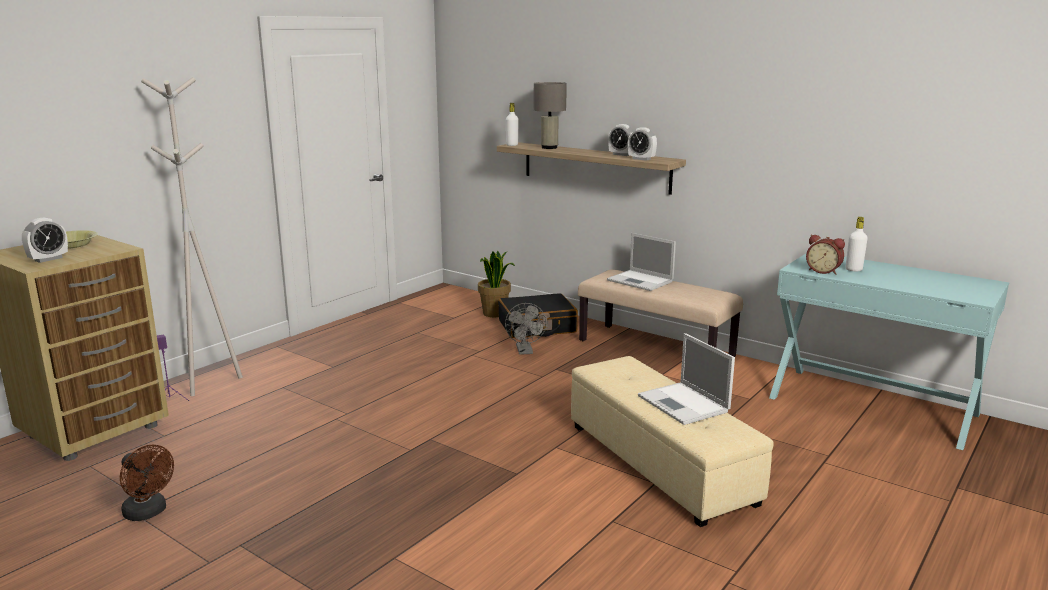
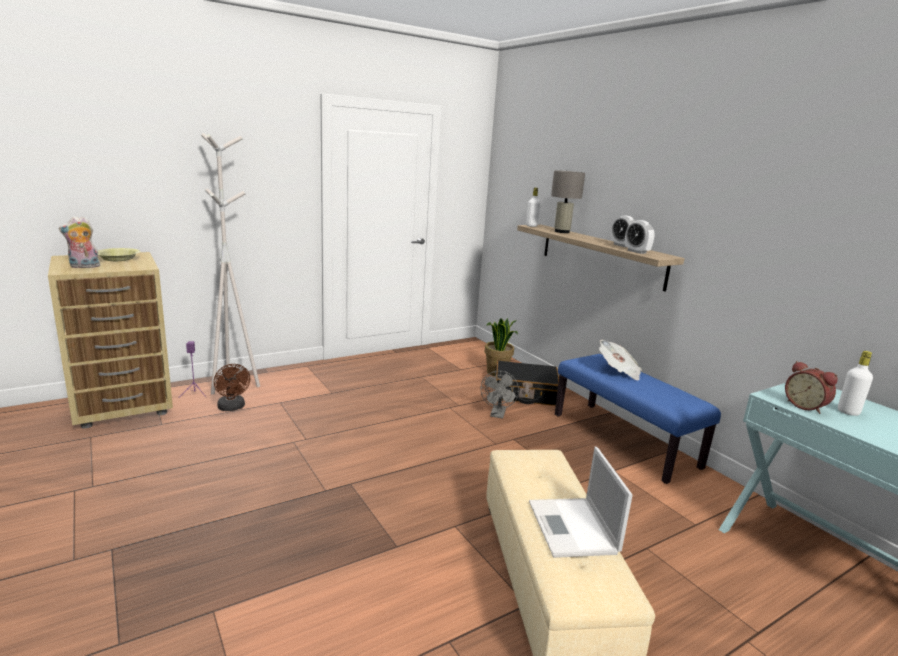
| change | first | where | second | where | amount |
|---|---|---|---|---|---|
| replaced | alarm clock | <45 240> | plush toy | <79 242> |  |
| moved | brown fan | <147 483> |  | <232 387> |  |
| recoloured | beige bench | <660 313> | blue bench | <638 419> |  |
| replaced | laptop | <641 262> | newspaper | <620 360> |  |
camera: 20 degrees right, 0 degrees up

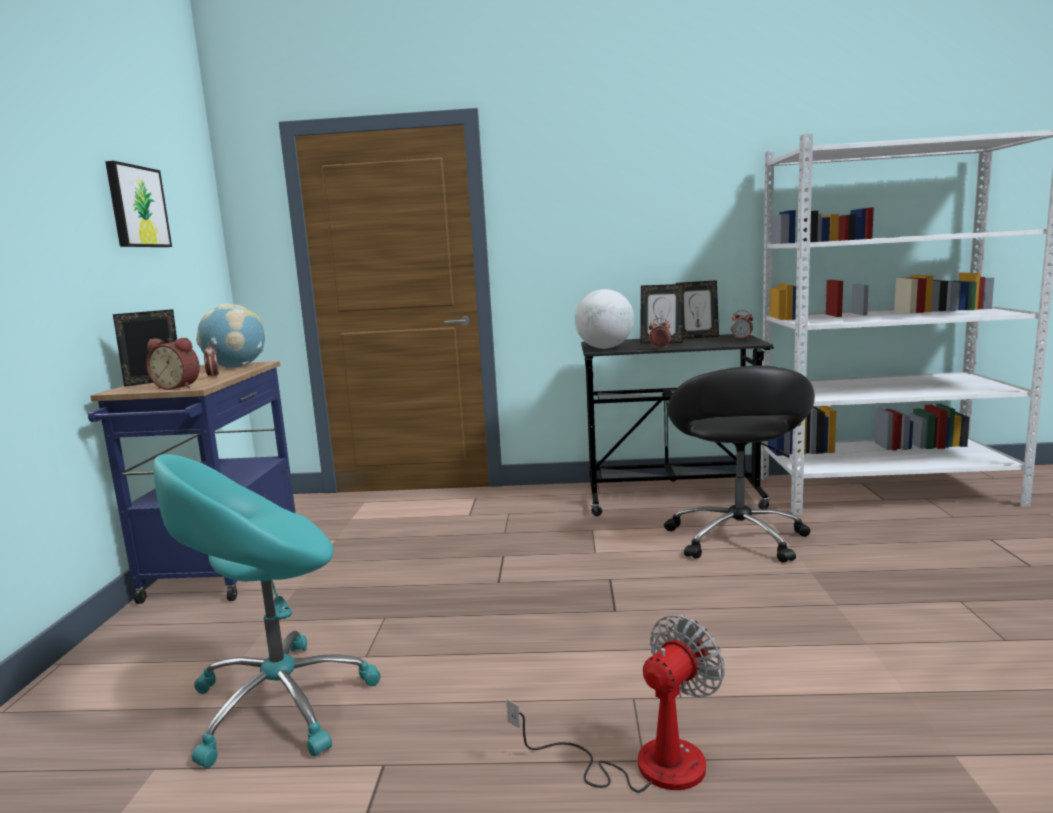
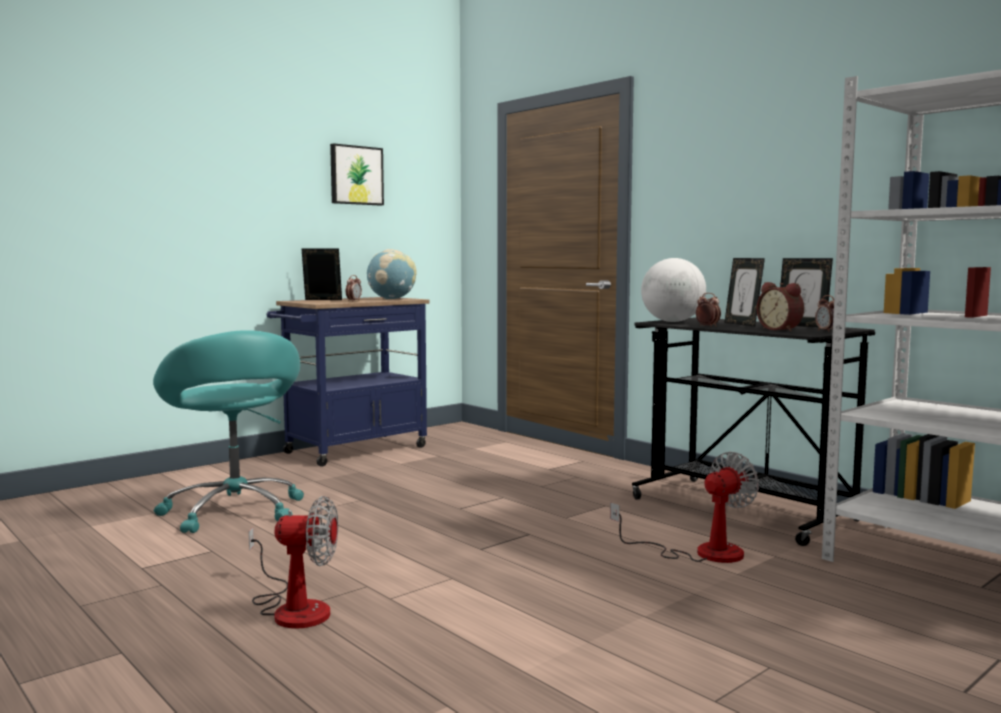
| change | first | where | second | where | amount |
|---|---|---|---|---|---|
| turned | turquoise office chair | <267 611> |  | <228 431> | 135 degrees counterclockwise |
| replaced | black office chair | <739 464> | fan | <684 507> |  |
| moved | alarm clock | <173 364> |  | <780 306> |  |
camera: 45 degrees right, 5 degrees down

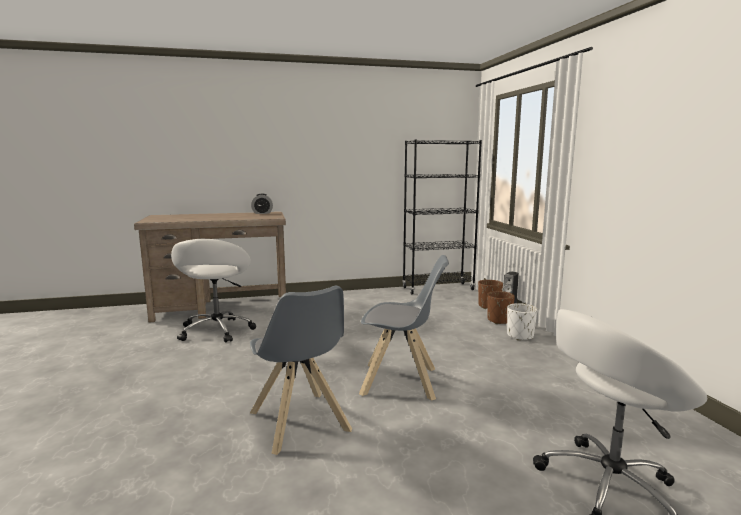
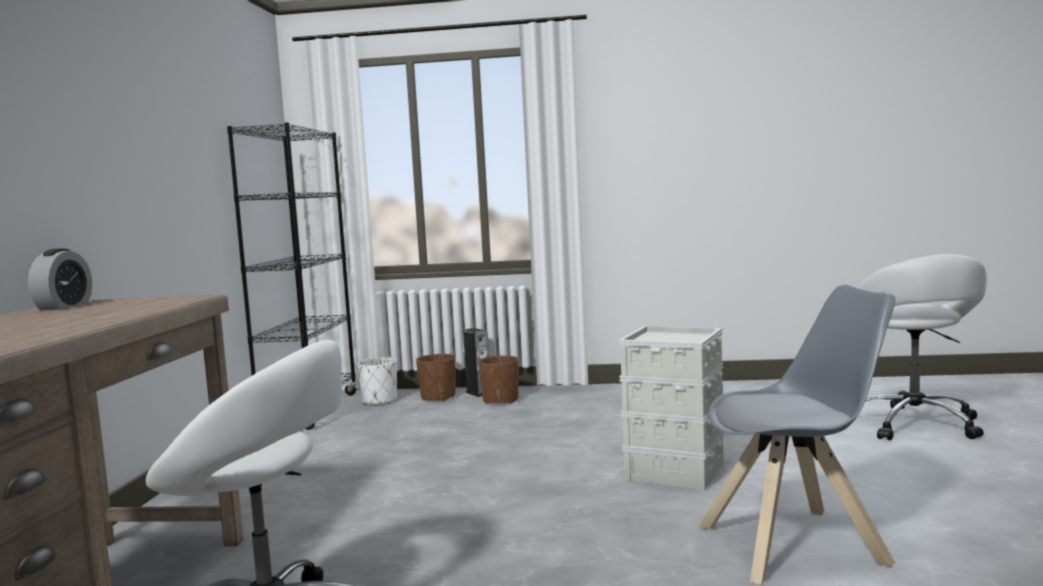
| change | first | where | second | where | amount |
|---|---|---|---|---|---|
| moved | white planter | <522 321> |  | <377 381> |  |
| replaced | grey chair | <404 328> | grey storage box | <671 408> |  |
camera: 70 degrees left, 5 degrees down

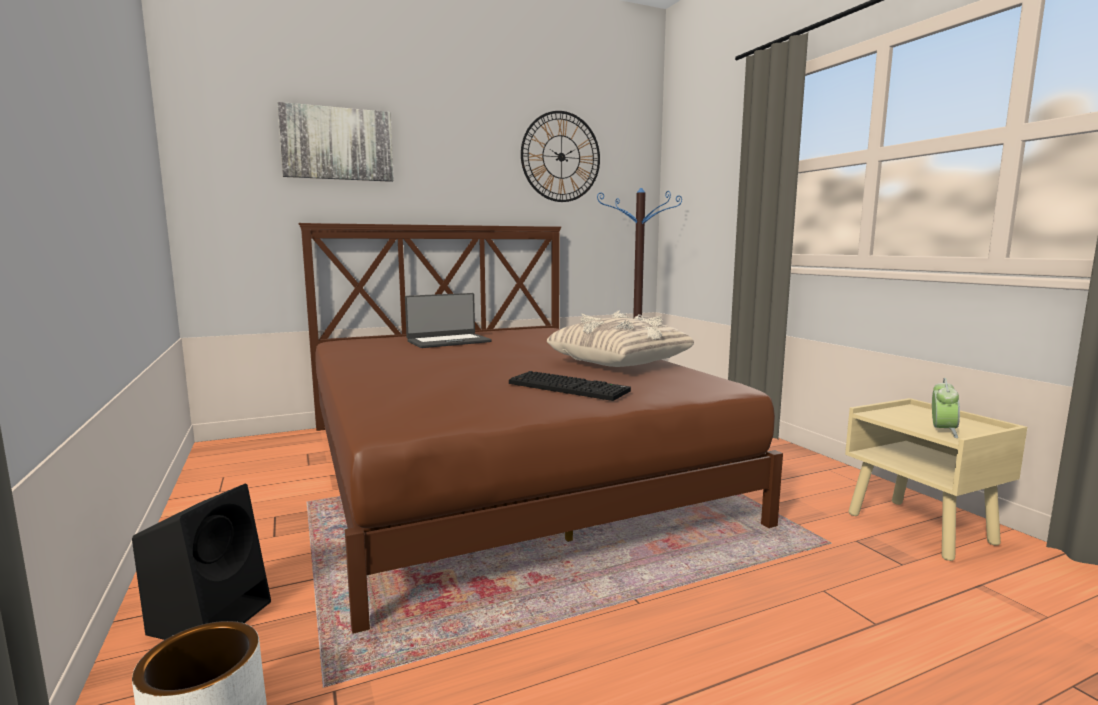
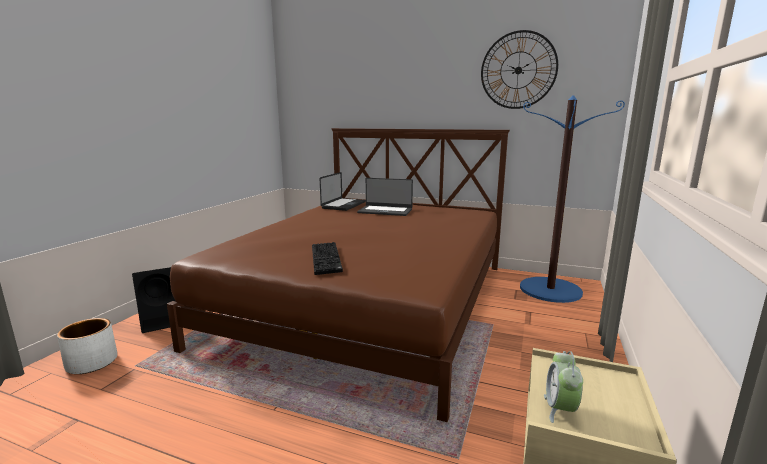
| change | first | where | second | where | amount |
|---|---|---|---|---|---|
| added |  |  | laptop | <343 191> |  |
| turned | alarm clock | <946 408> |  | <563 387> | 120 degrees clockwise |
| removed | picture | <335 142> |  |  |  |
| removed | beige pillow | <620 338> |  |  |  |
camera: 45 degrees right, 5 degrees up

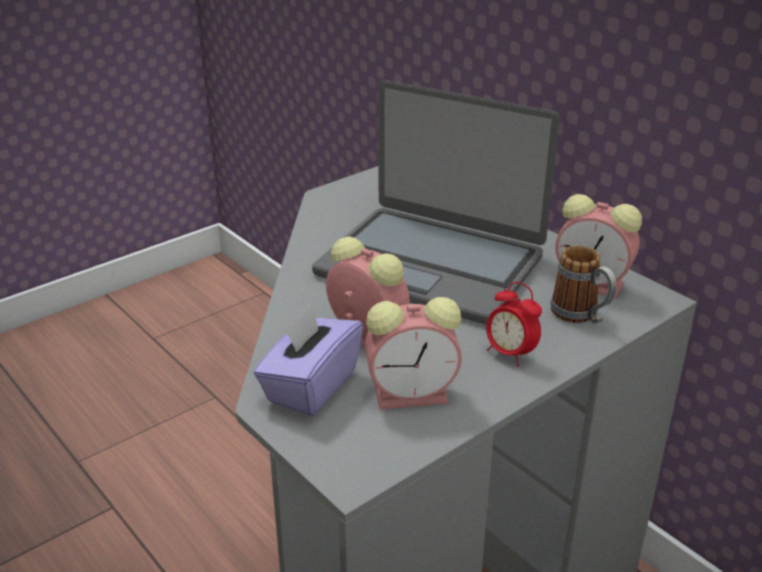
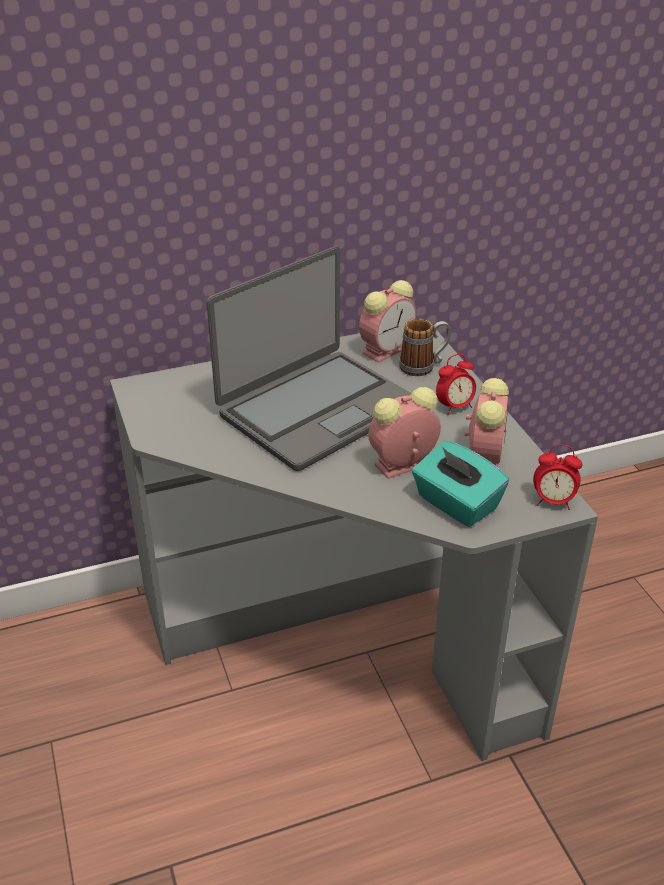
| change | first | where | second | where | amount |
|---|---|---|---|---|---|
| recoloured | purple tissue box | <308 360> | turquoise tissue box | <460 484> |  |
| added |  |  | alarm clock | <557 477> |  |
camera: 70 degrees left, 5 degrees up

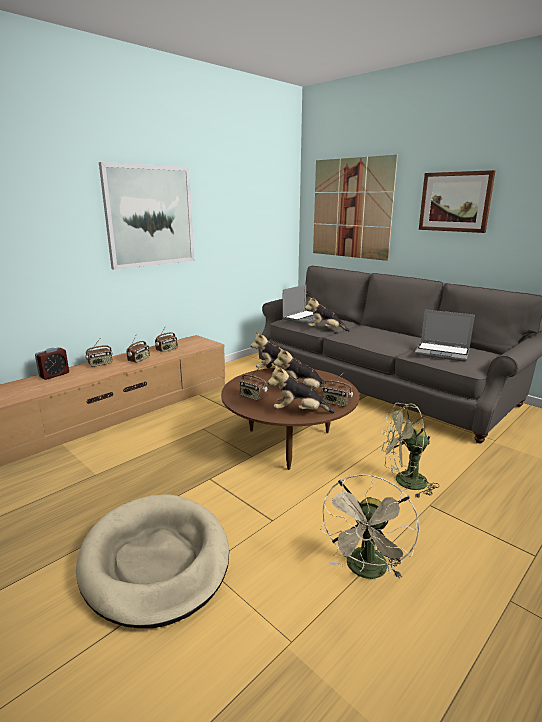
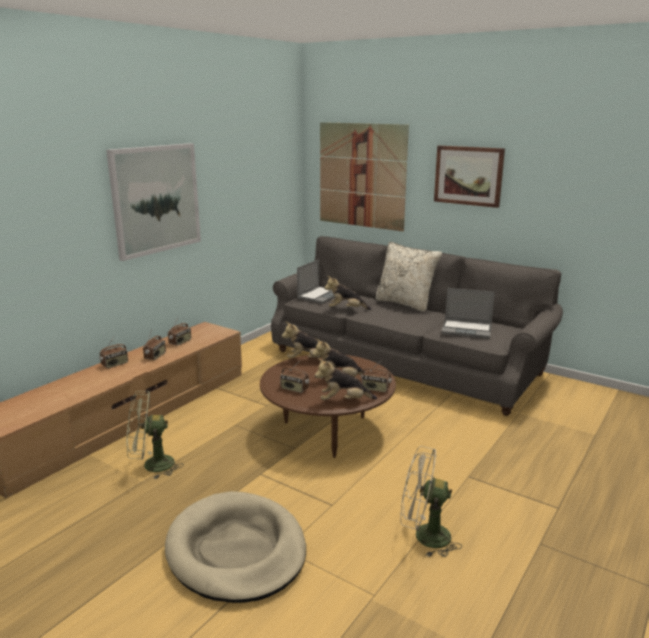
| change | first | where | second | where | amount |
|---|---|---|---|---|---|
| moved | green fan | <410 450> |  | <155 435> |  |
| added |  |  | beige pillow | <409 277> |  |
| turned | beige fan | <370 526> |  | <431 501> | 90 degrees clockwise |
| removed | alarm clock | <52 363> |  |  |  |
camera: 10 degrees left, 0 degrees up

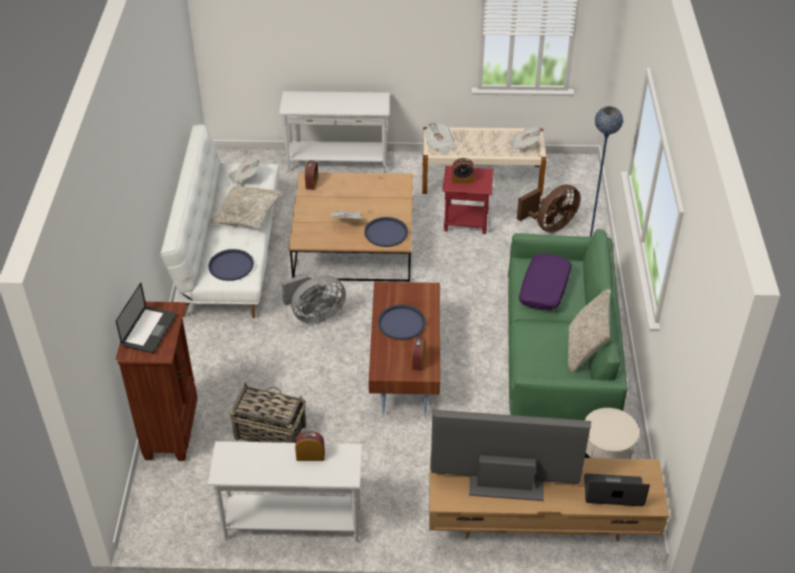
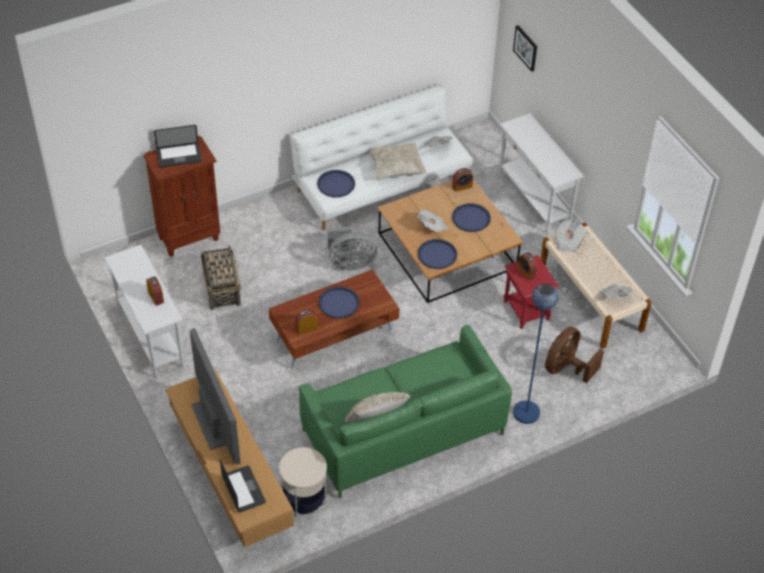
| change | first | where | second | where | amount |
|---|---|---|---|---|---|
| turned | grey fan | <313 298> |  | <352 248> | 45 degrees counterclockwise |
| added |  |  | blue tray | <471 217> |  |
| added |  |  | picture | <525 48> |  |
| turned | brown fan | <549 208> |  | <574 355> | 105 degrees clockwise |
| removed | purple pillow | <545 282> |  |  |  |
camera: 60 degrees right, 5 degrees up

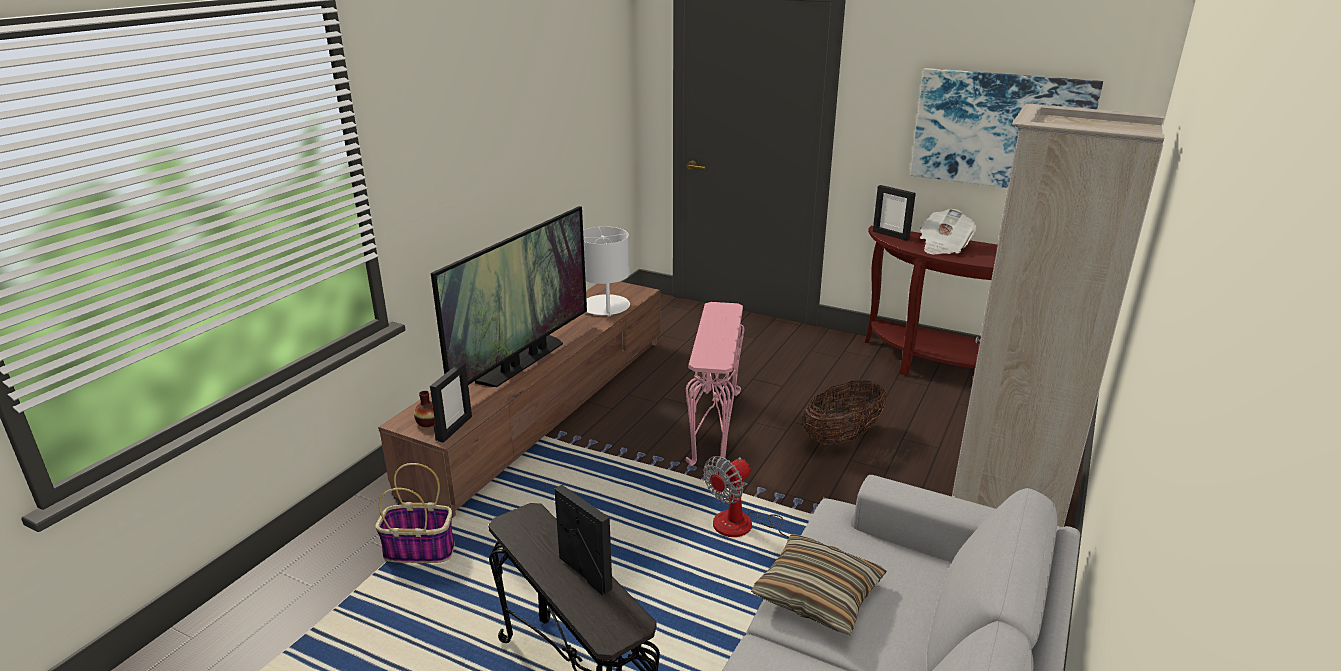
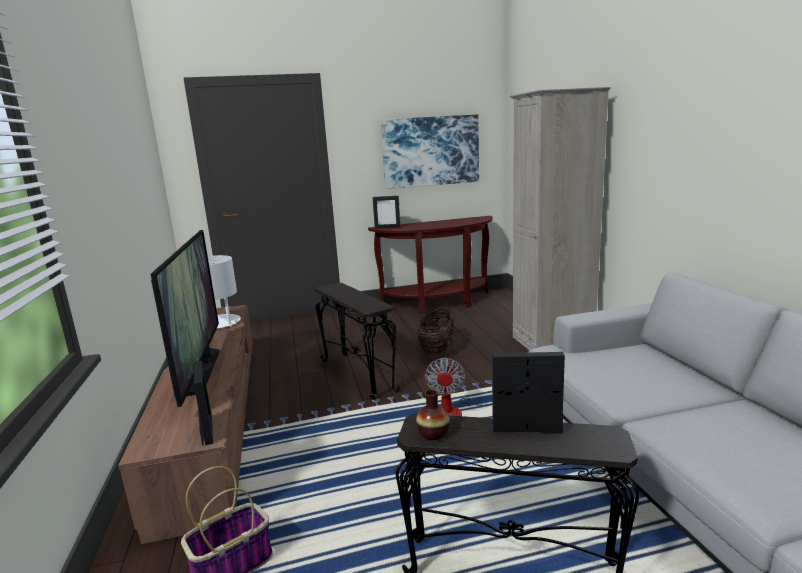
| change | first | where | second | where | amount |
|---|---|---|---|---|---|
| recoloured | pink side table | <715 384> | black side table | <358 341> |  |
| moved | vase | <424 409> |  | <432 415> |  |
| removed | pillow | <819 584> |  |  |  |
| removed | newspaper | <948 231> |  |  |  |
camera: 40 degrees left, 10 degrees down

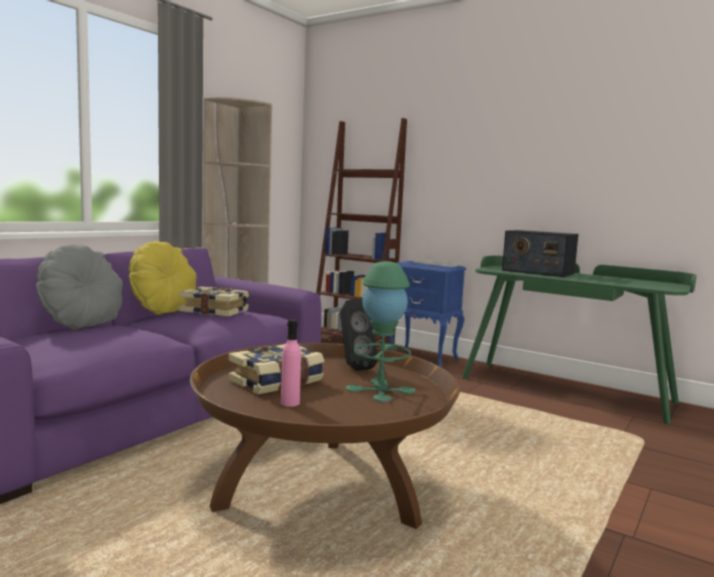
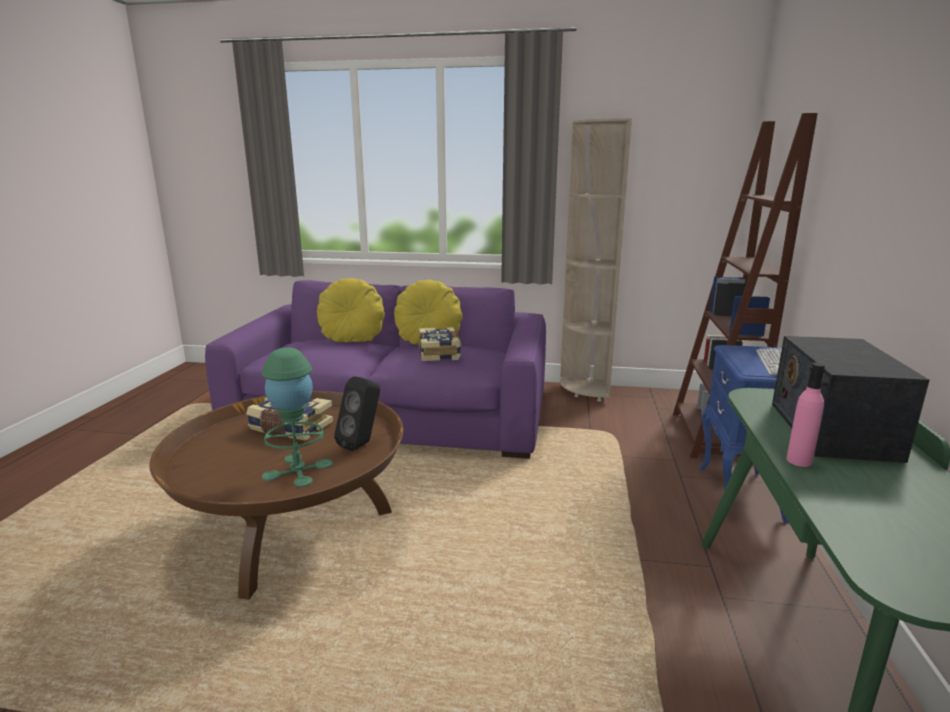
| change | first | where | second | where | amount |
|---|---|---|---|---|---|
| recoloured | grey pillow | <79 287> | yellow pillow | <351 310> |  |
| moved | pink bottle | <291 363> |  | <805 415> |  |
camera: 65 degrees right, 10 degrees up

